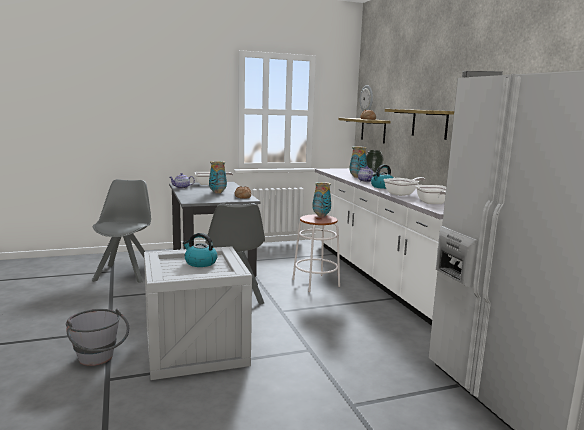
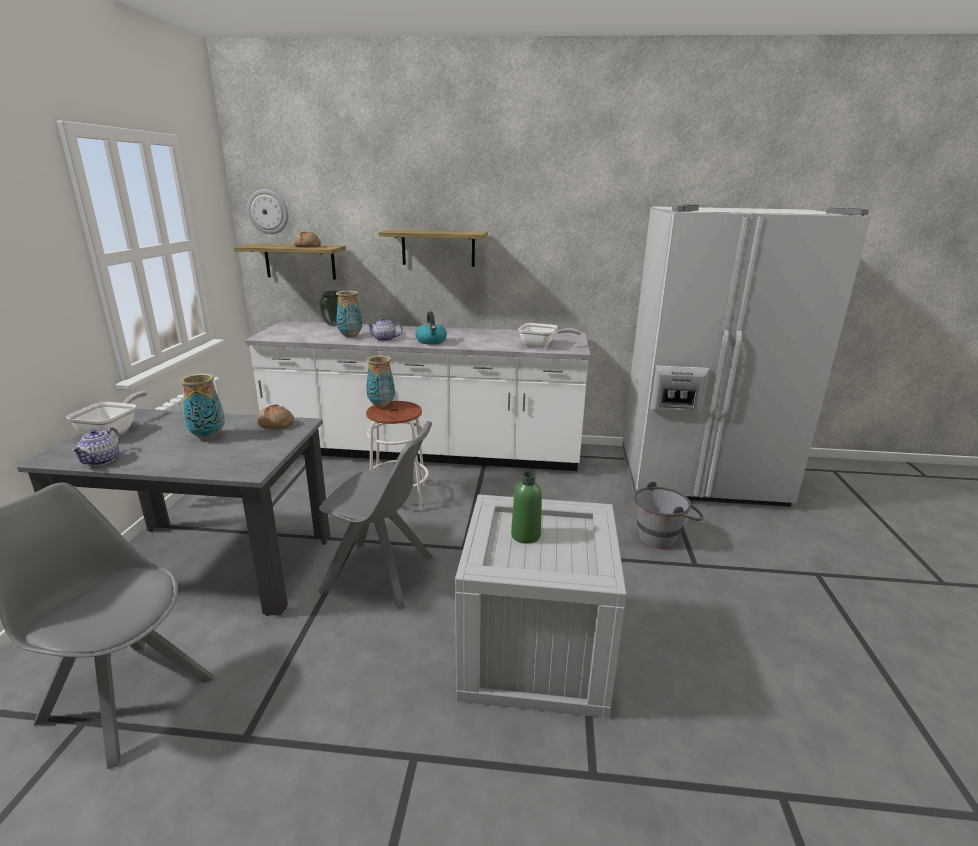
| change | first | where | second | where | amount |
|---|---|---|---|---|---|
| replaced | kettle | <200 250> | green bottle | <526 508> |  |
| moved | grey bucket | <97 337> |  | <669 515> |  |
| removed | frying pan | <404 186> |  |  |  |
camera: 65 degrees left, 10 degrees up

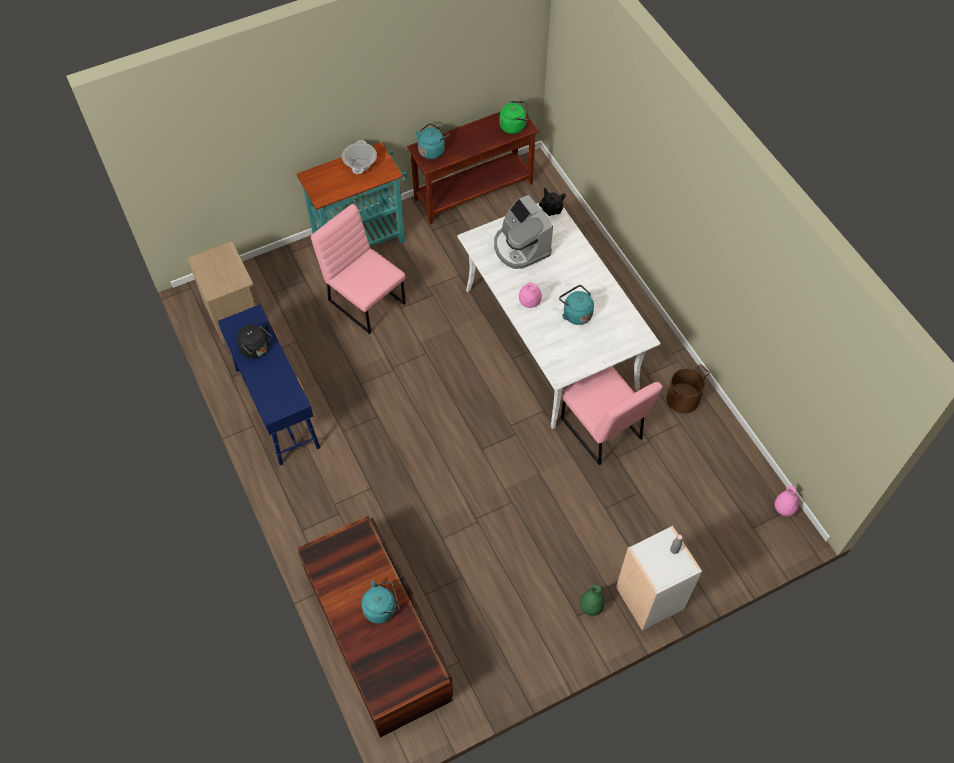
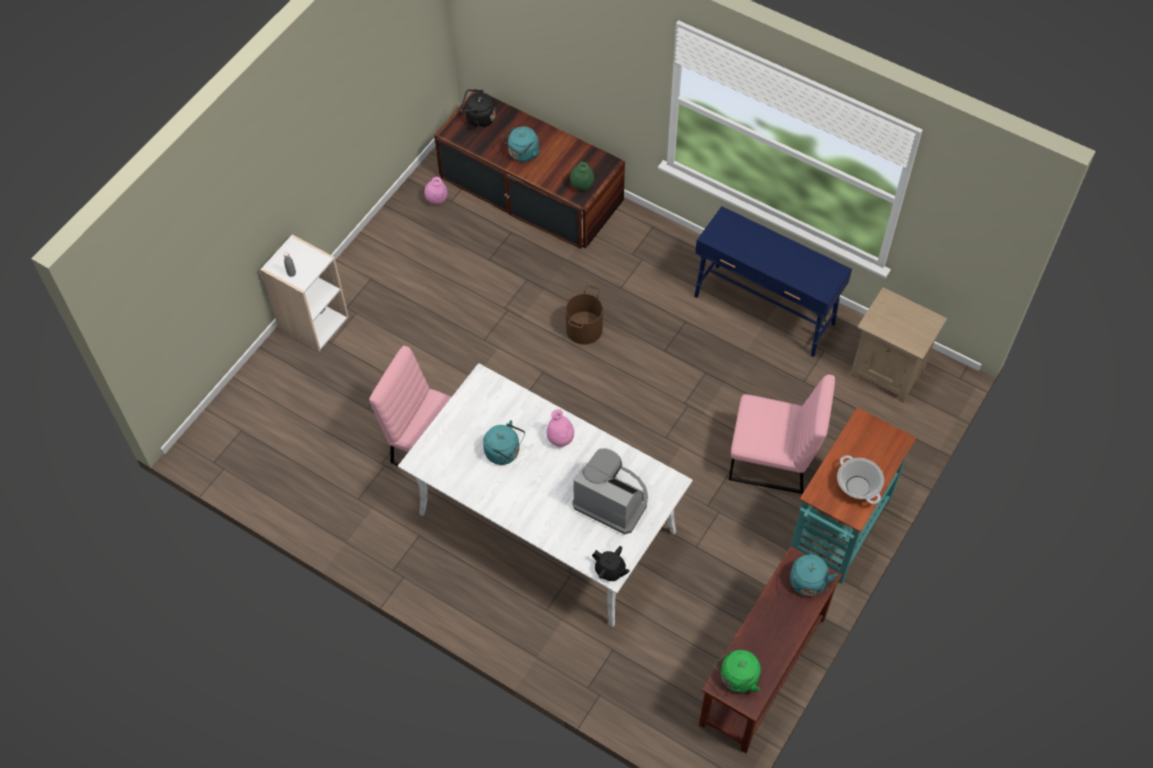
| change | first | where | second | where | amount |
|---|---|---|---|---|---|
| moved | pink vase | <787 501> |  | <436 190> |  |
| moved | black kettle | <254 342> |  | <478 108> |  |
| moved | brown bucket | <688 389> |  | <584 315> |  |
| moved | green vase | <592 600> |  | <582 176> |  |
camera: 150 degrees right, 0 degrees up

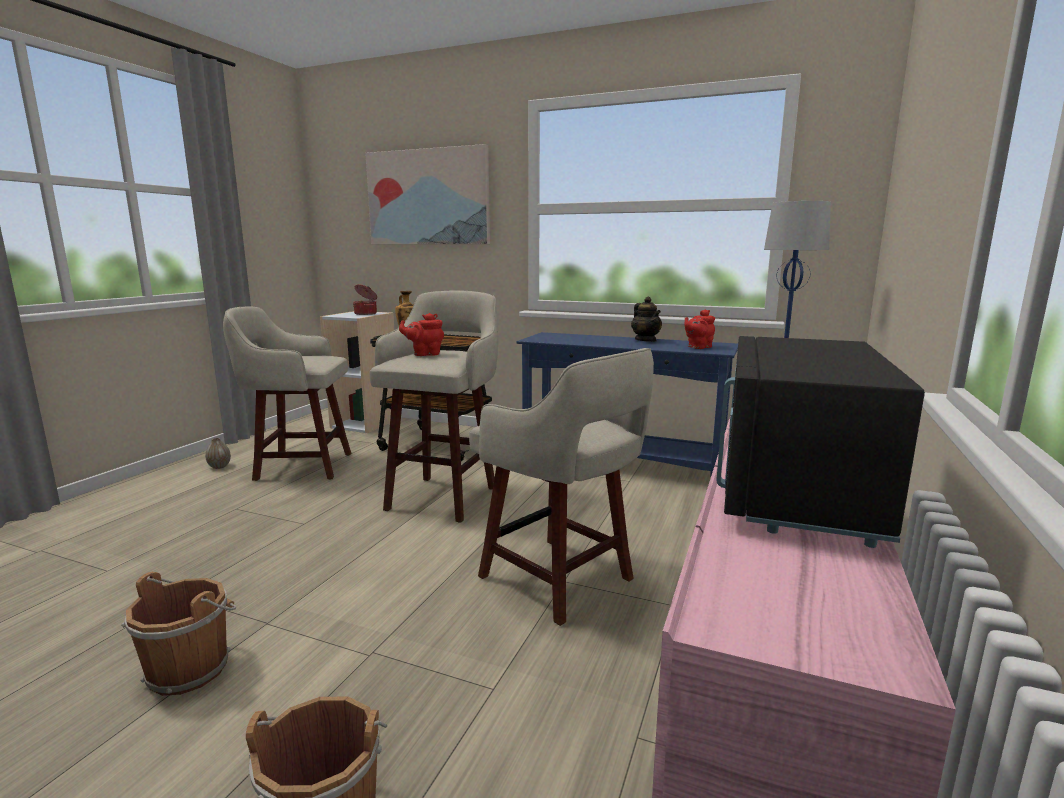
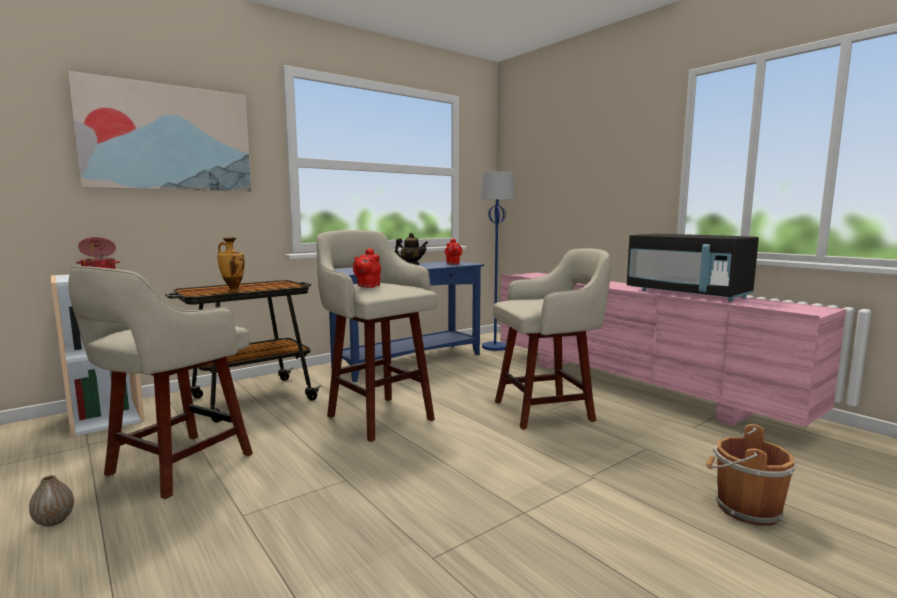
| change | first | where | second | where | amount |
|---|---|---|---|---|---|
| removed | brown bucket | <178 634> |  |  |  |
camera: 60 degrees left, 5 degrees down

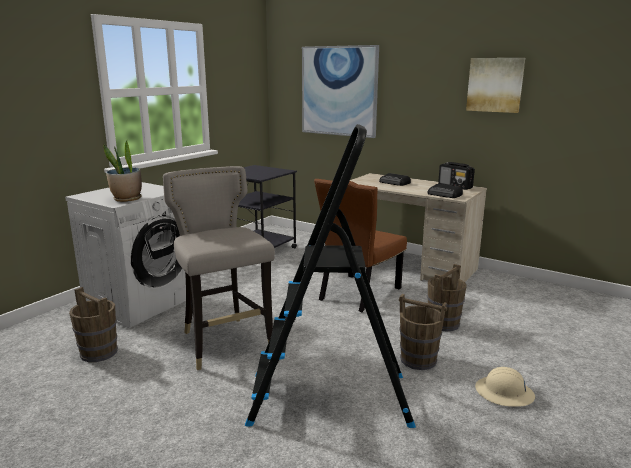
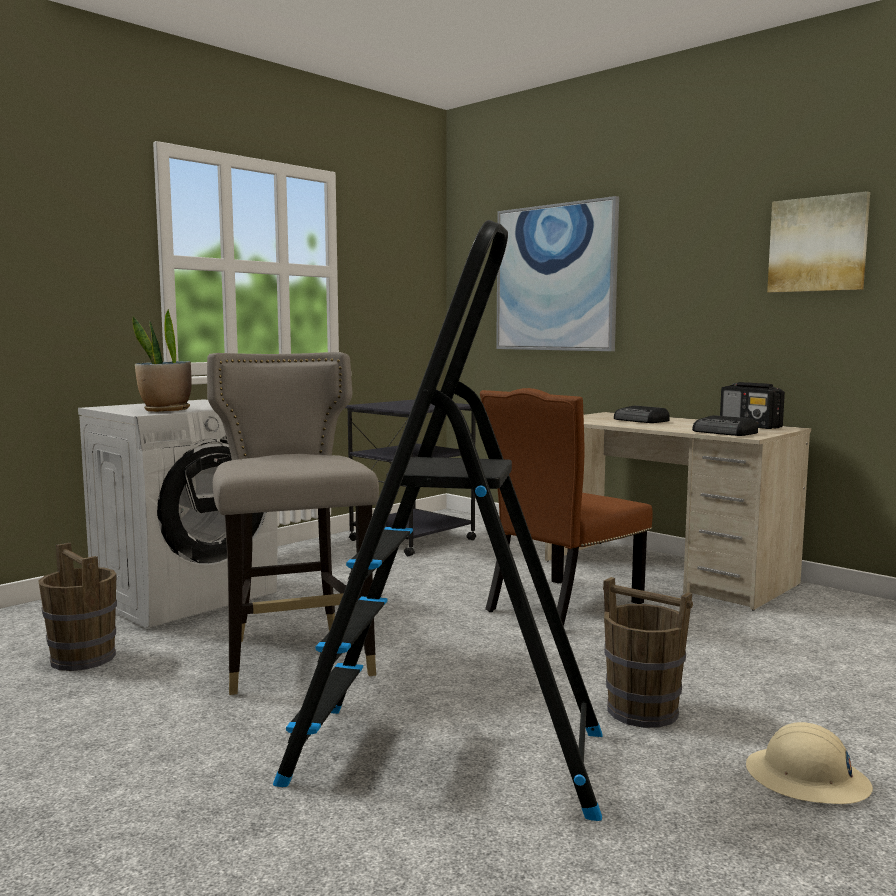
| change | first | where | second | where | amount |
|---|---|---|---|---|---|
| removed | brown bucket | <447 298> |  |  |  |
camera: 10 degrees right, 10 degrees down

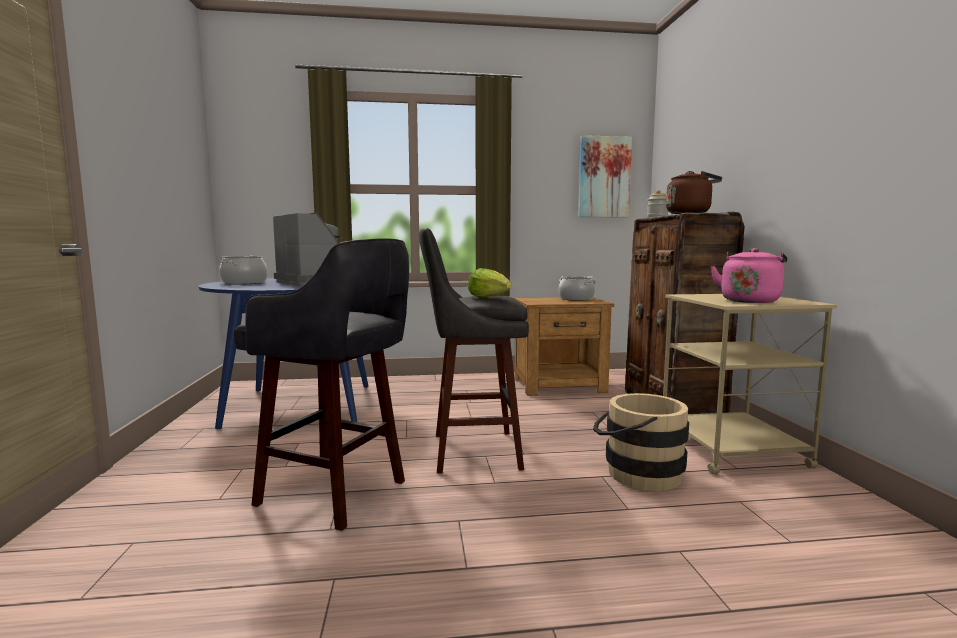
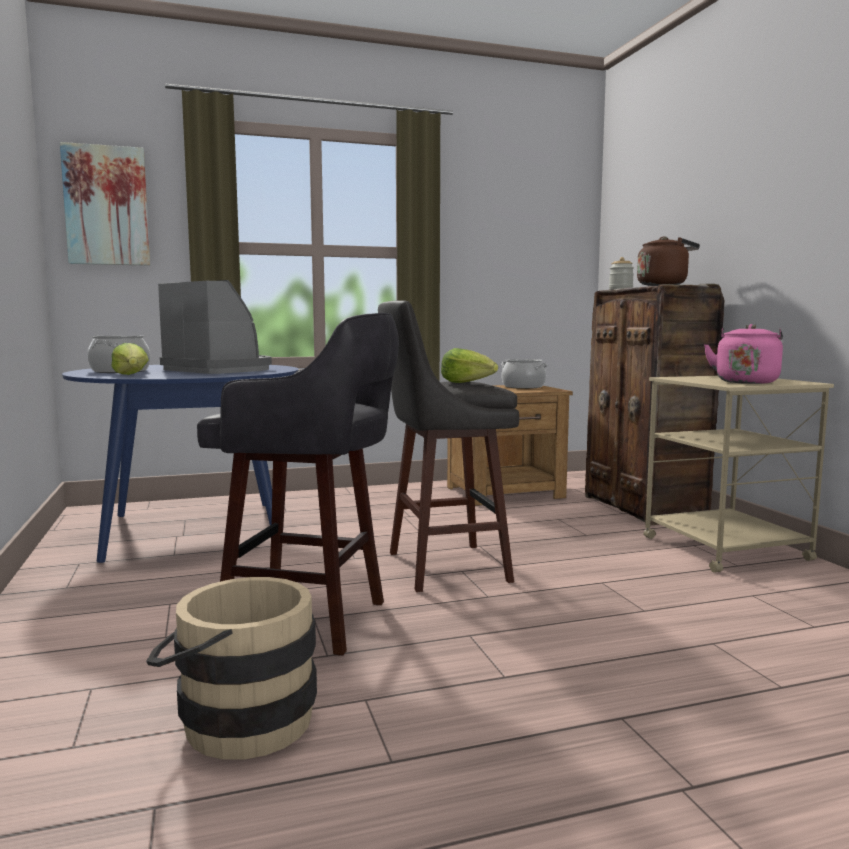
| change | first | where | second | where | amount |
|---|---|---|---|---|---|
| moved | picture | <605 176> |  | <105 204> |  |
| added |  |  | lettuce | <130 359> |  |
| moved | beige bucket | <641 442> |  | <231 668> |  |
camera: 10 degrees left, 0 degrees up

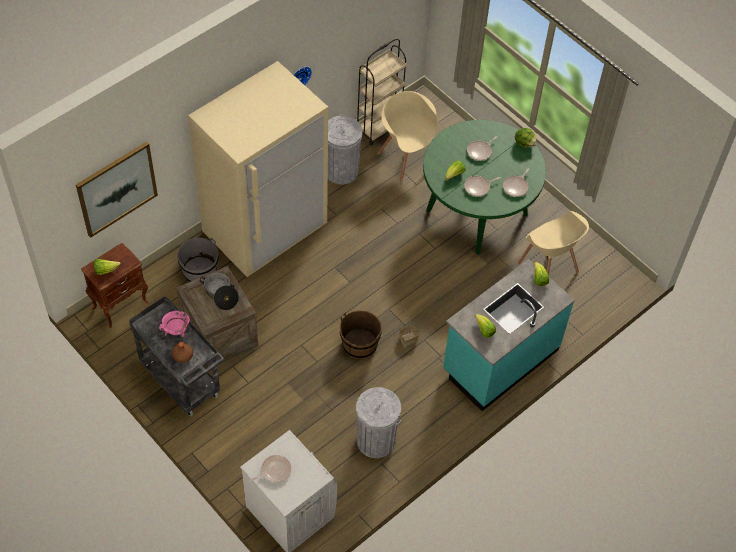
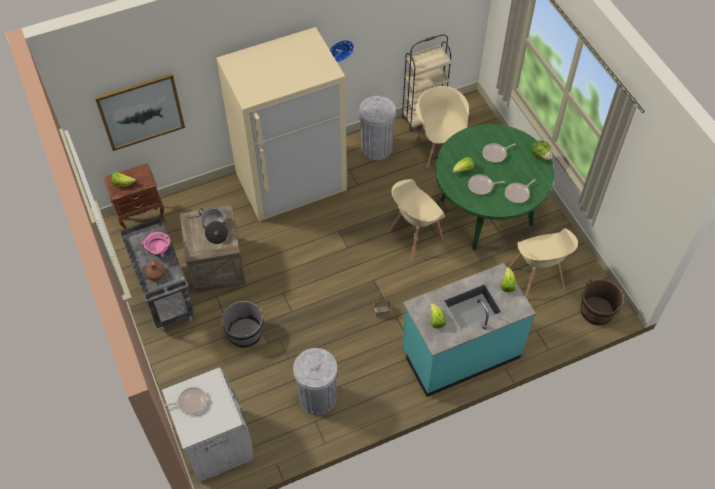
| change | first | where | second | where | amount |
|---|---|---|---|---|---|
| moved | grey bucket | <197 260> |  | <242 324> |  |
| added |  |  | beige chair | <416 220> |  |
| moved | brown bucket | <361 334> |  | <602 301> |  |
camera: 20 degrees right, 0 degrees up

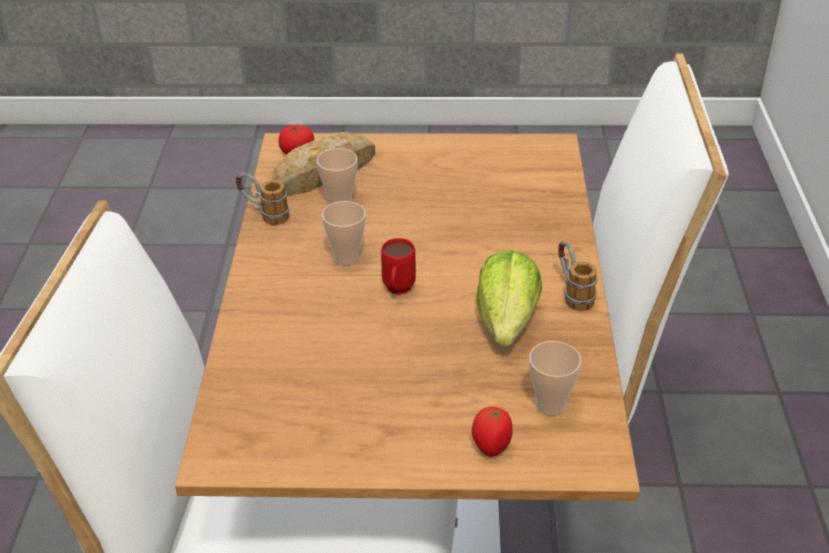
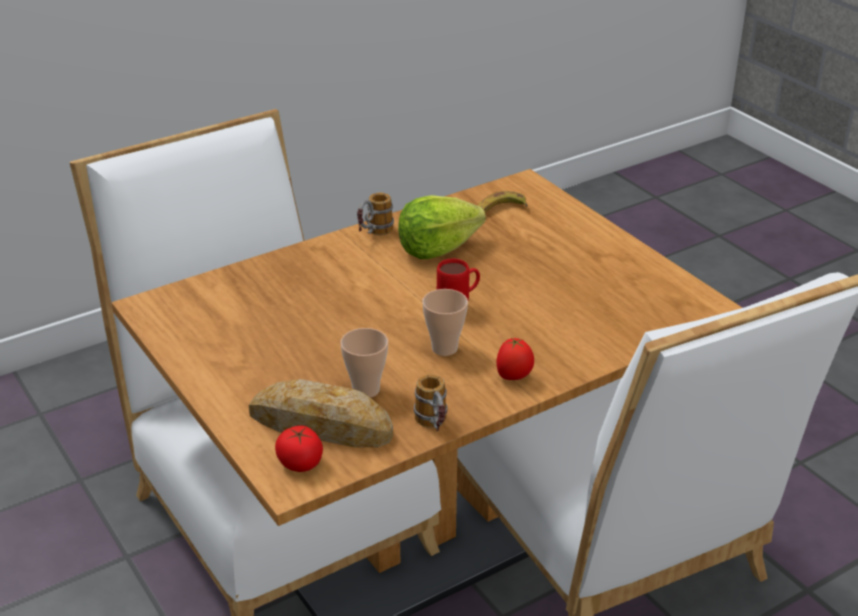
| change | first | where | second | where | amount |
|---|---|---|---|---|---|
| replaced | cup | <555 378> | banana | <503 202> |  |
| moved | tomato | <492 431> |  | <515 359> |  |
camera: 125 degrees left, 5 degrees down

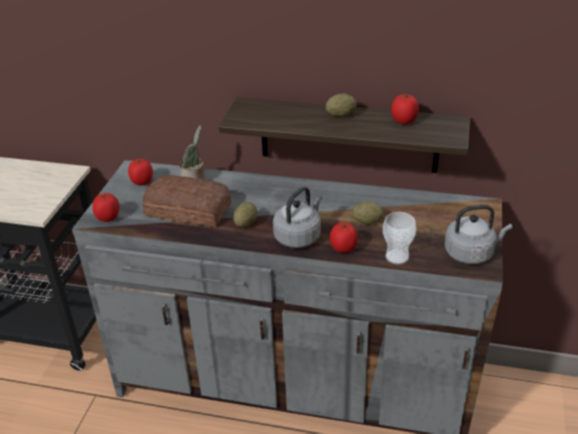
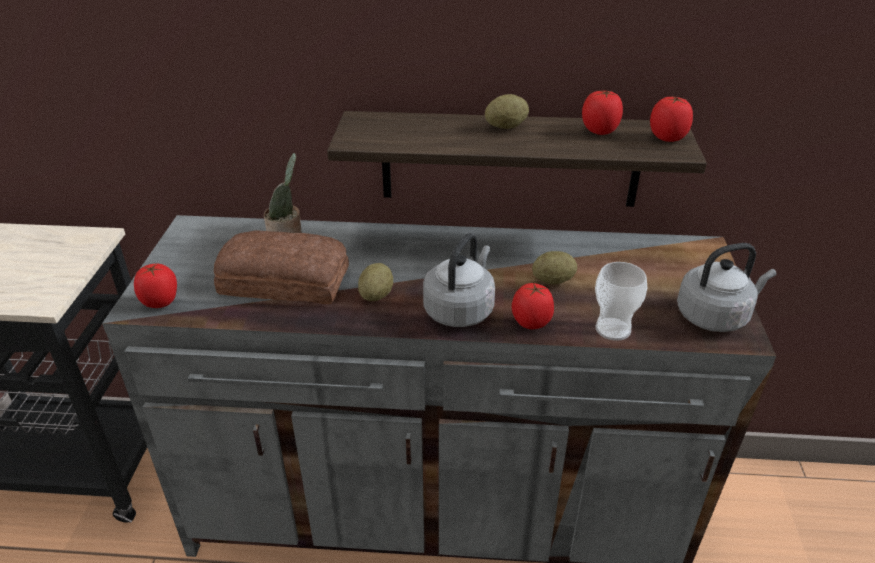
| change | first | where | second | where | amount |
|---|---|---|---|---|---|
| moved | tomato | <140 172> |  | <671 119> |  |
camera: 10 degrees left, 0 degrees up

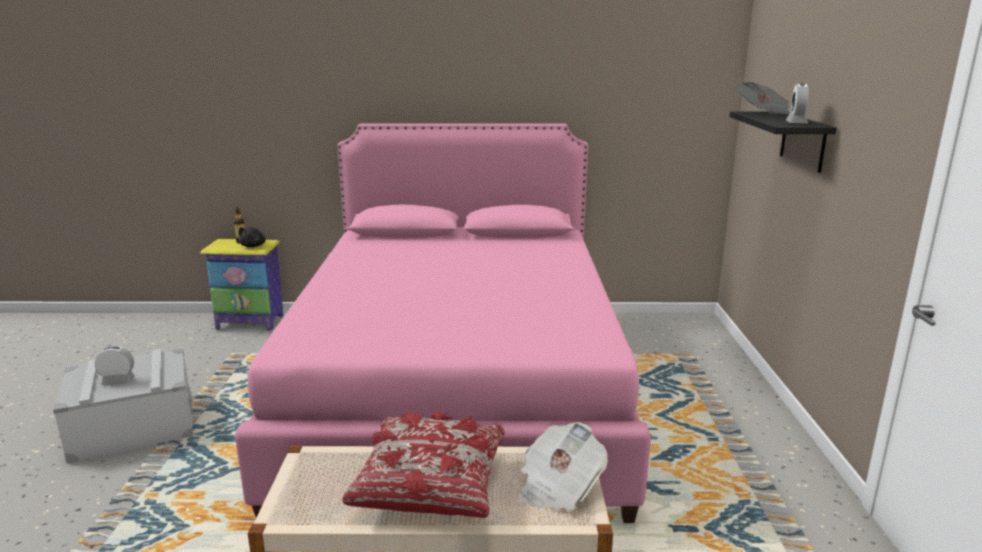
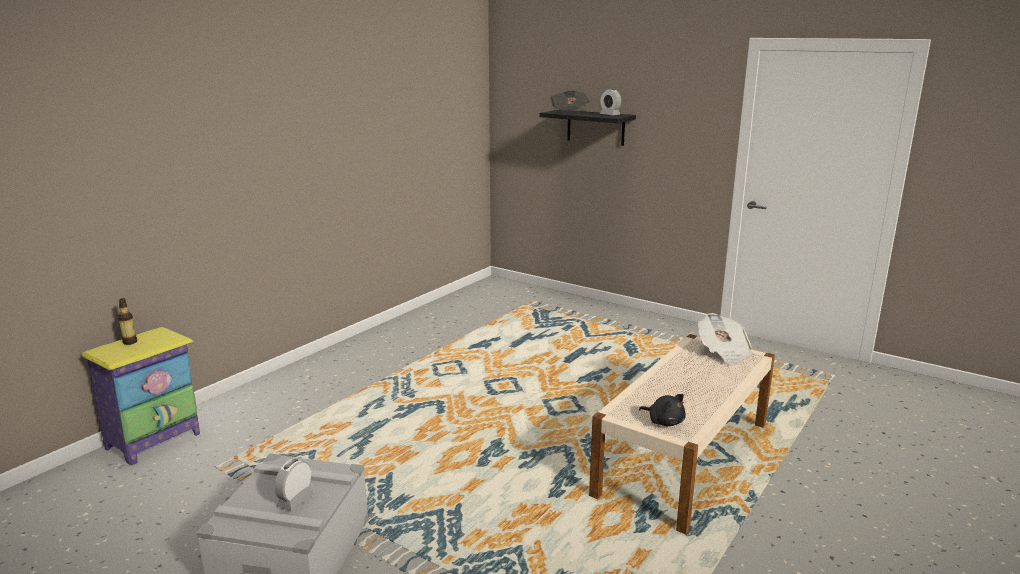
| change | first | where | second | where | amount |
|---|---|---|---|---|---|
| moved | black plush toy | <252 237> |  | <662 410> |  |
| removed | pink bed | <443 323> |  |  |  |
| removed | red pillow | <423 464> |  |  |  |
camera: 55 degrees left, 0 degrees up

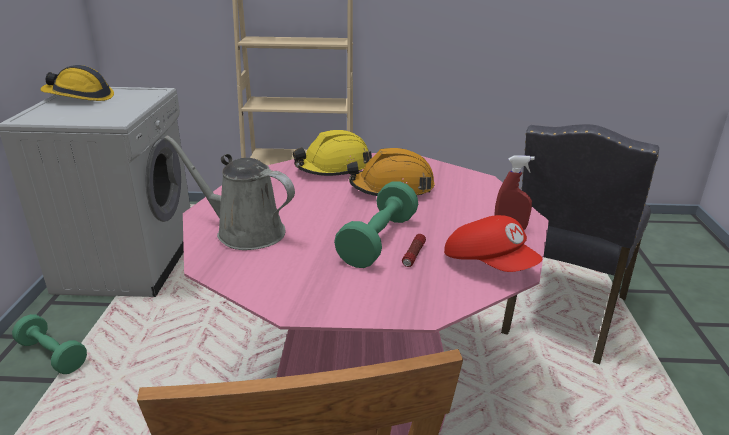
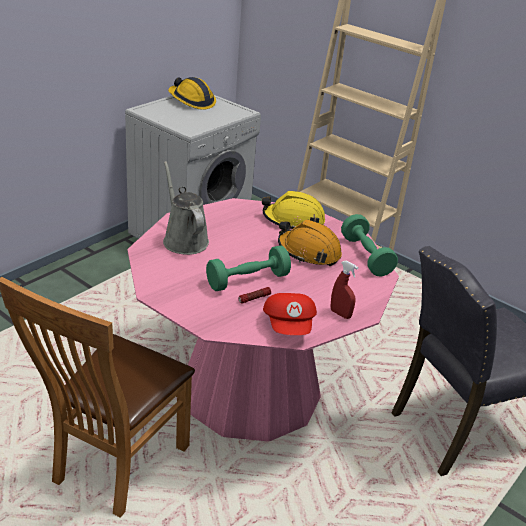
| change | first | where | second | where | amount |
|---|---|---|---|---|---|
| moved | green dumbbell | <49 344> |  | <369 245> |  |
camera: 35 degrees right, 5 degrees up

